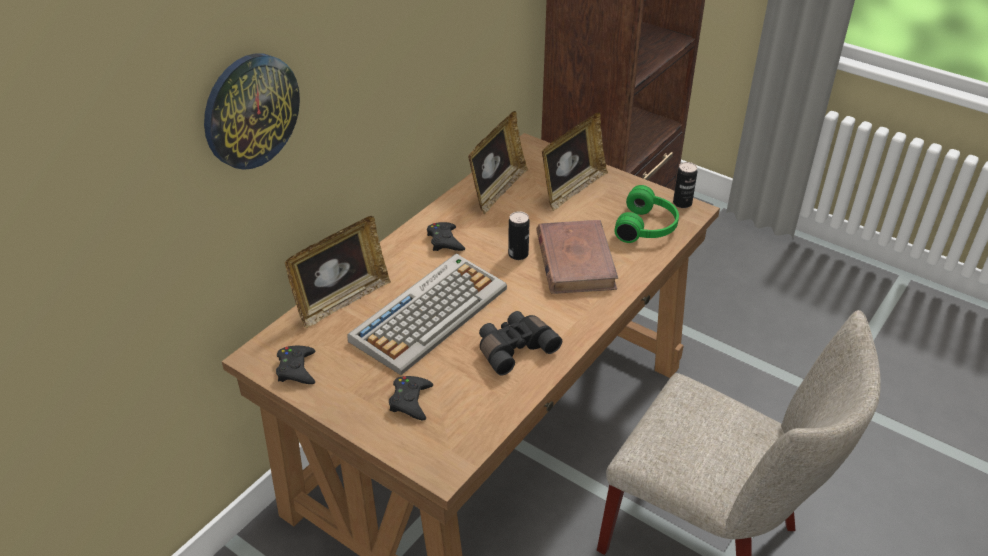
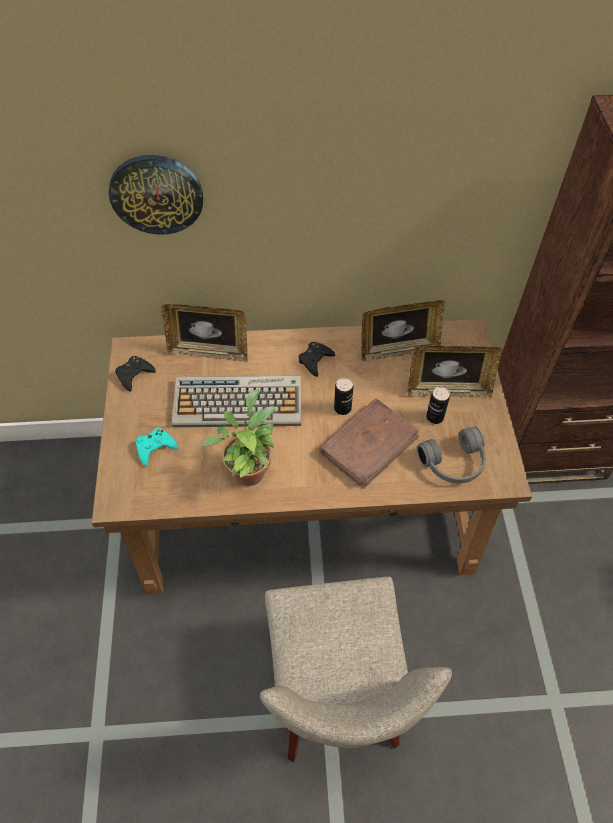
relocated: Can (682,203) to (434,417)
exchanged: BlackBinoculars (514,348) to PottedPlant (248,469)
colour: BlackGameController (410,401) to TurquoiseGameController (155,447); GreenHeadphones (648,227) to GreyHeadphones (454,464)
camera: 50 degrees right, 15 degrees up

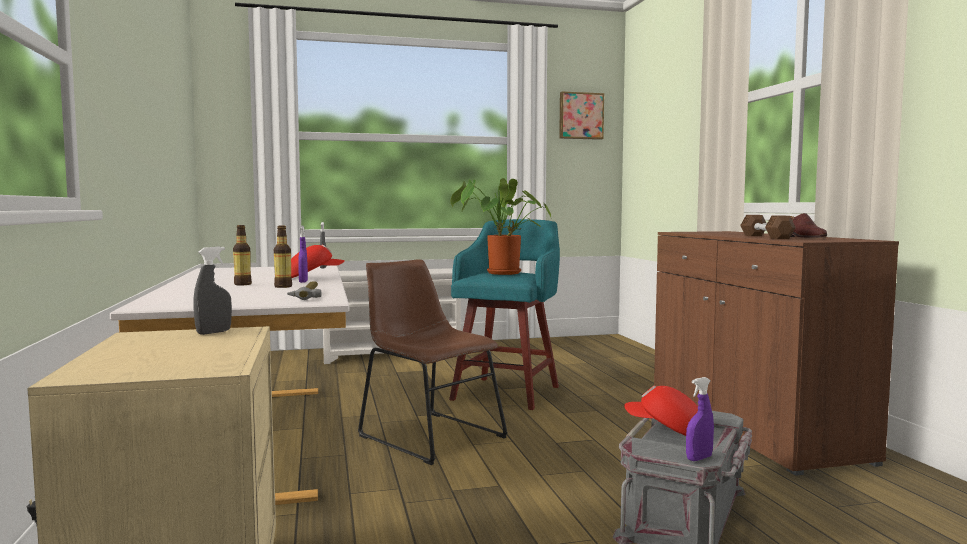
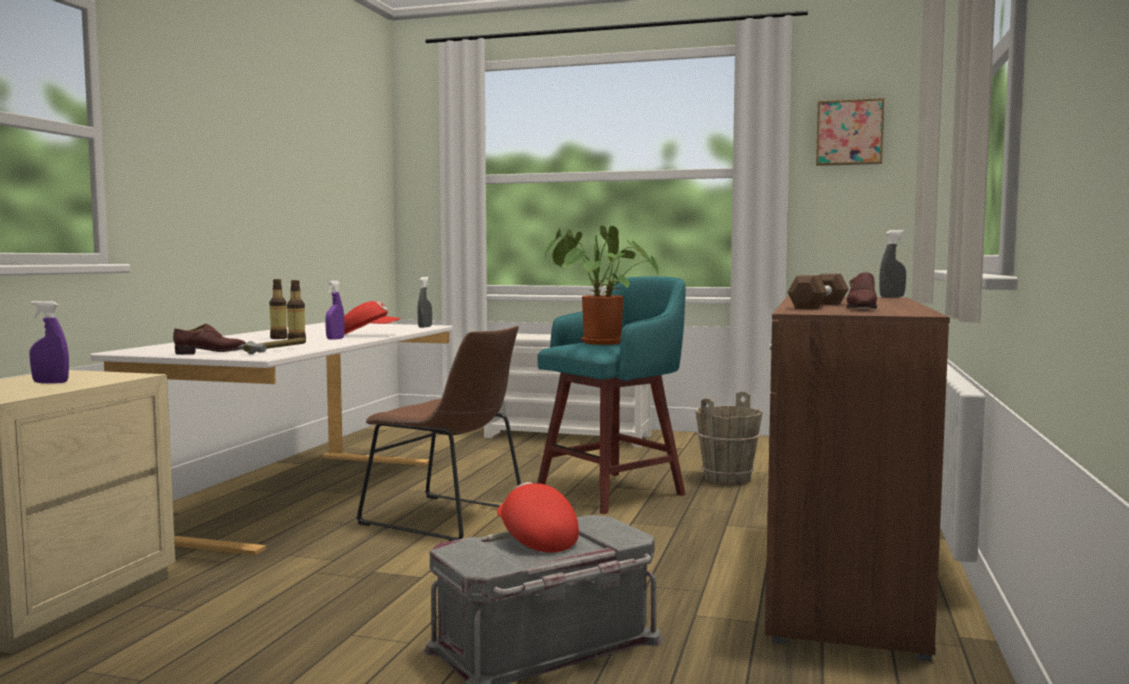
appeared: BrownShoe (211,352); BrownBucket (728,479)
relocated: GreySprayBottle (214,332) to (892,297); PurpleSprayBottle (699,458) to (50,382)
spun: BrownChair (428,435) = (449,519) 135 degrees clockwise
camera: 30 degrees right, 0 degrees up

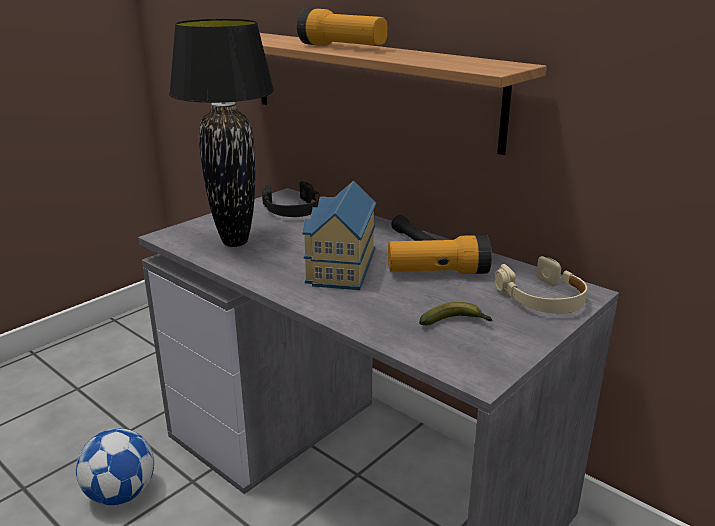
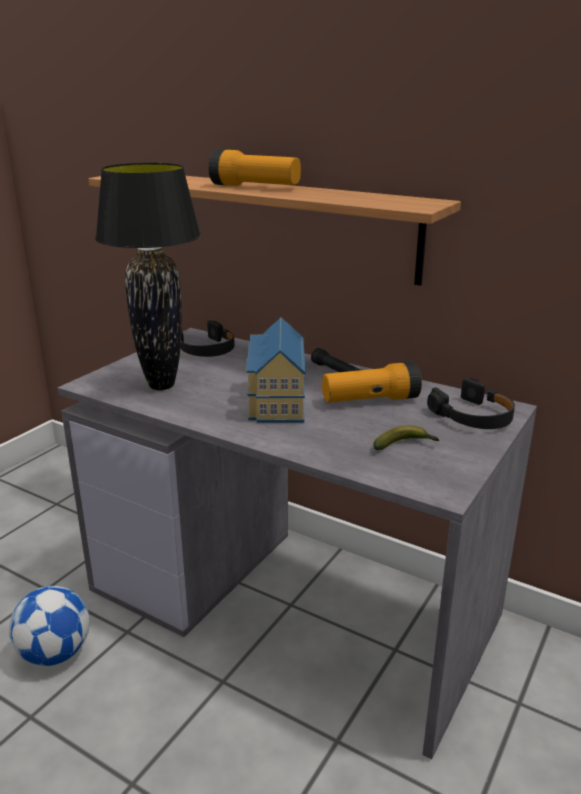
colour: BeigeHeadphones (543,298) to BlackHeadphones (473,416)
camera: 10 degrees left, 0 degrees up

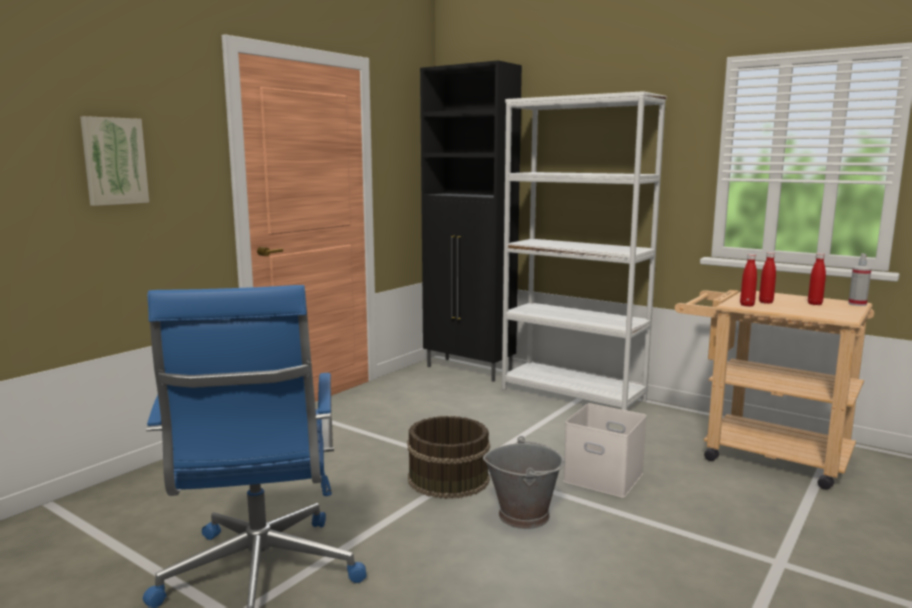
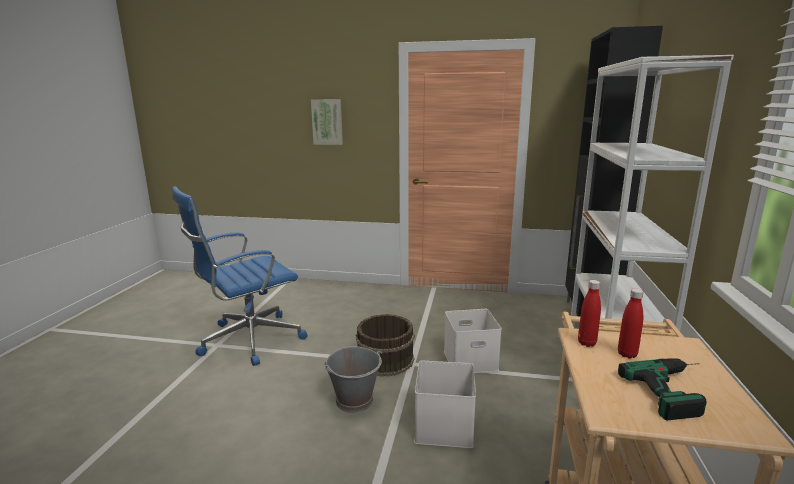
missing: SprayBottle (857,304)
appeared: WhiteStorageBox (469,361)
exchanged: RedBottle (814,304) to PowerDrill (678,391)
camera: 65 degrees right, 5 degrees up

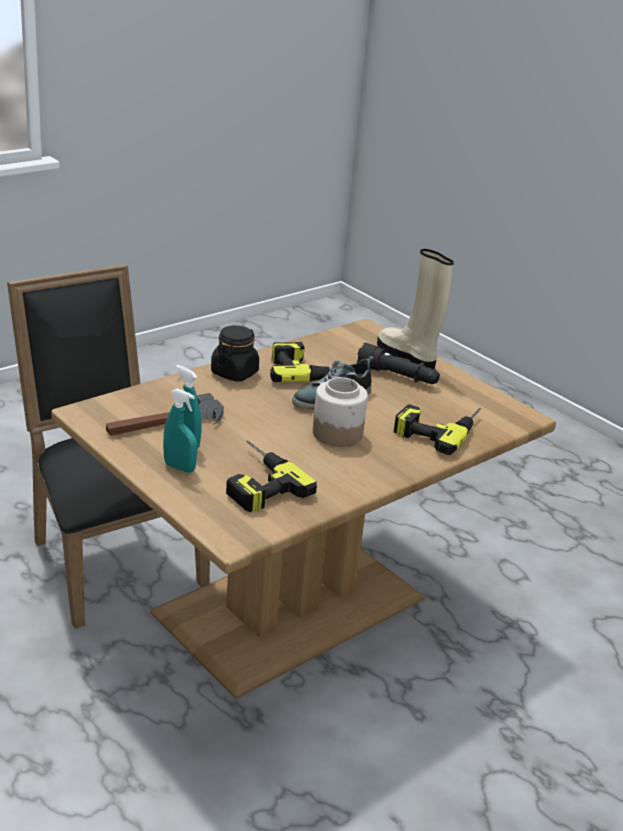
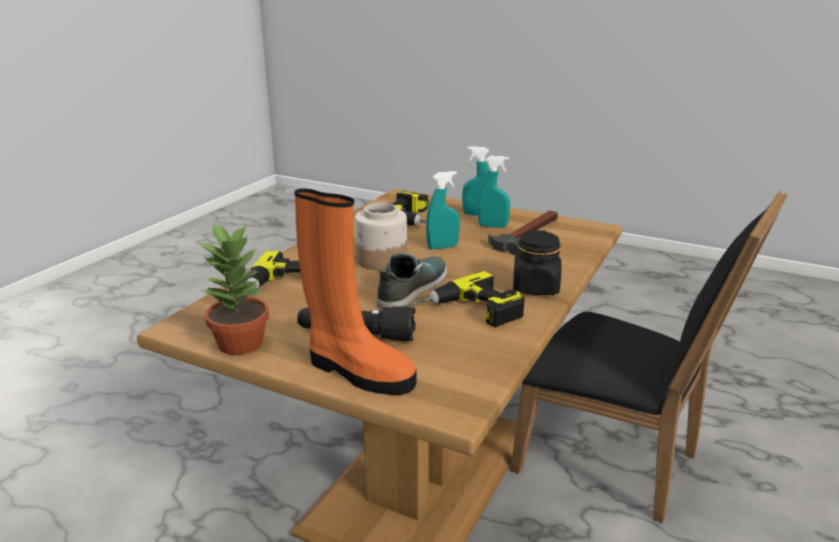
appeared: PottedPlant (241,343); TurquoiseSprayBottle (442,247)
colour: BeigeBoot (408,356) to OrangeBoot (357,372)
camera: 160 degrees right, 5 degrees down

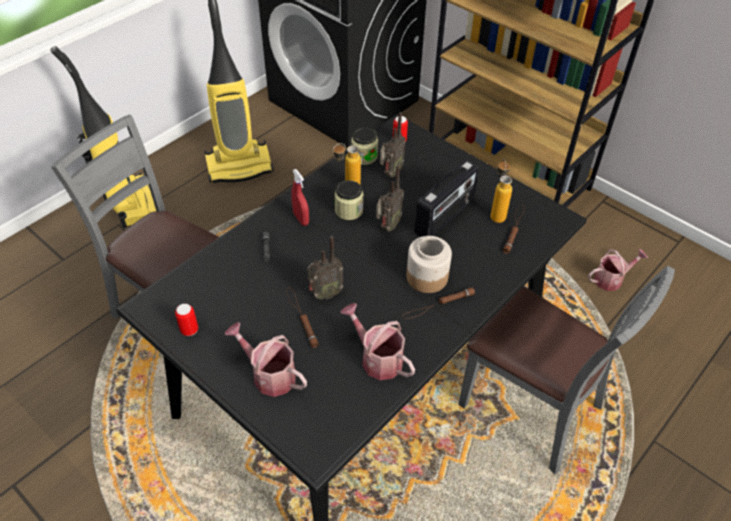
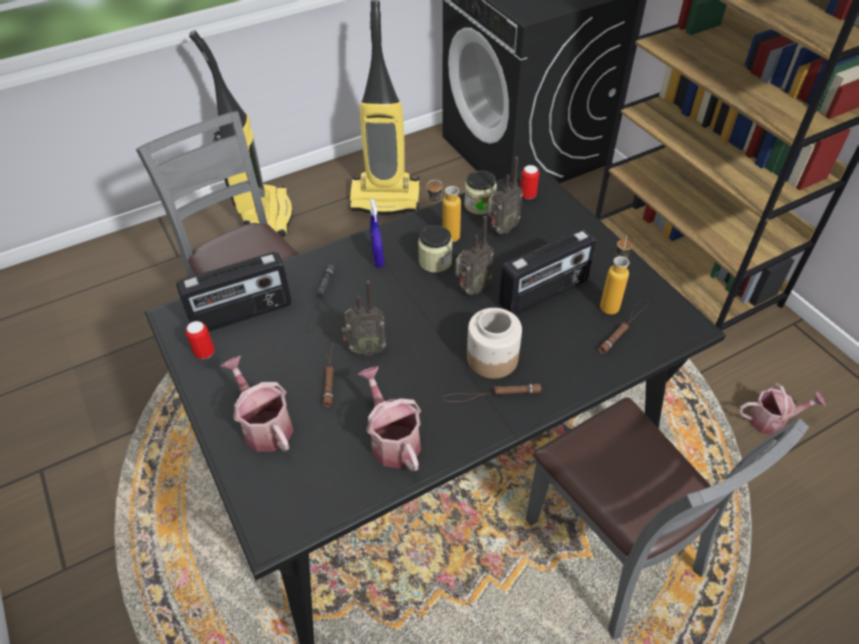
appeared: Radio (242,314)
colour: RedSprayBottle (301,219) to BlueSprayBottle (378,259)
camera: 20 degrees right, 0 degrees up

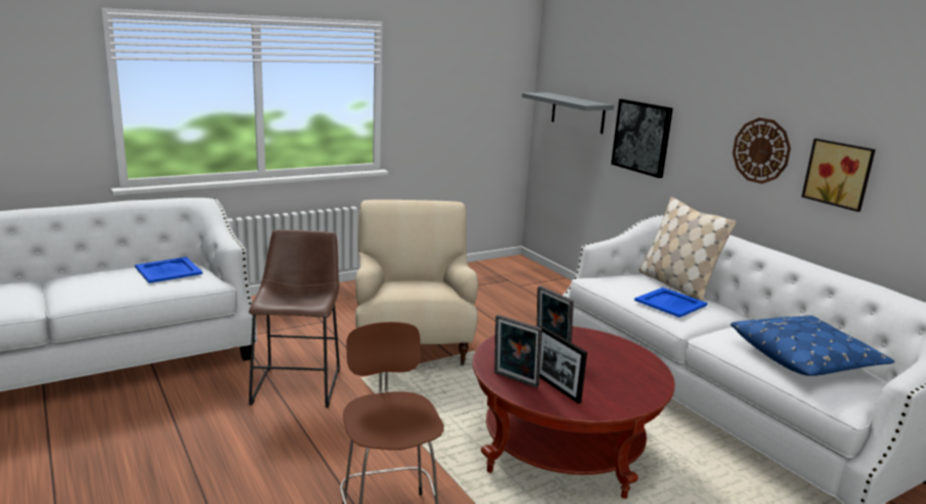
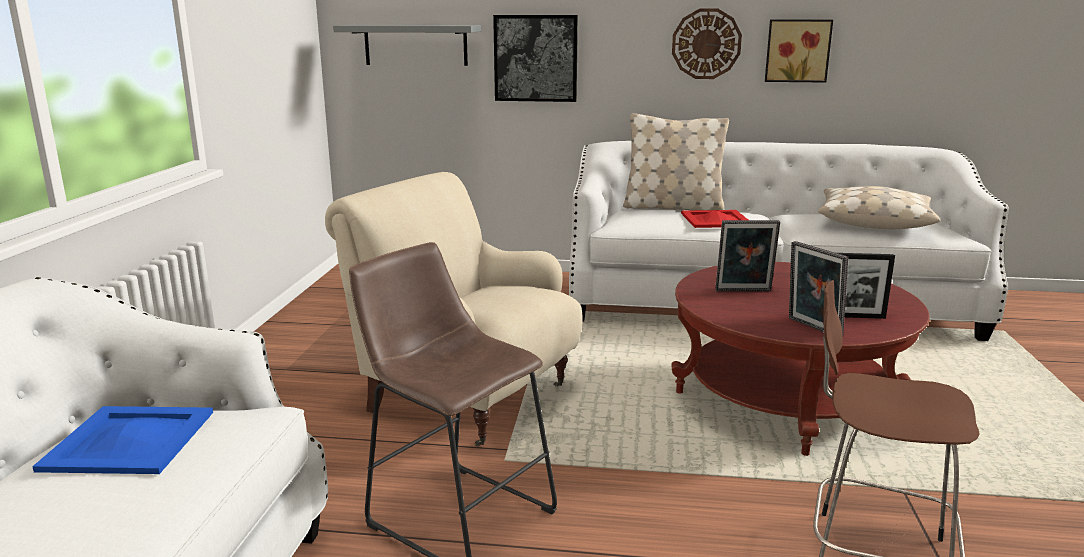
colour: BlueTray (669,302) to RedTray (715,220); BluePillow (805,358) to BeigePillow (873,221)
spun: PictureFrame (514,380) = (812,328) 75 degrees clockwise
camera: 50 degrees left, 0 degrees up

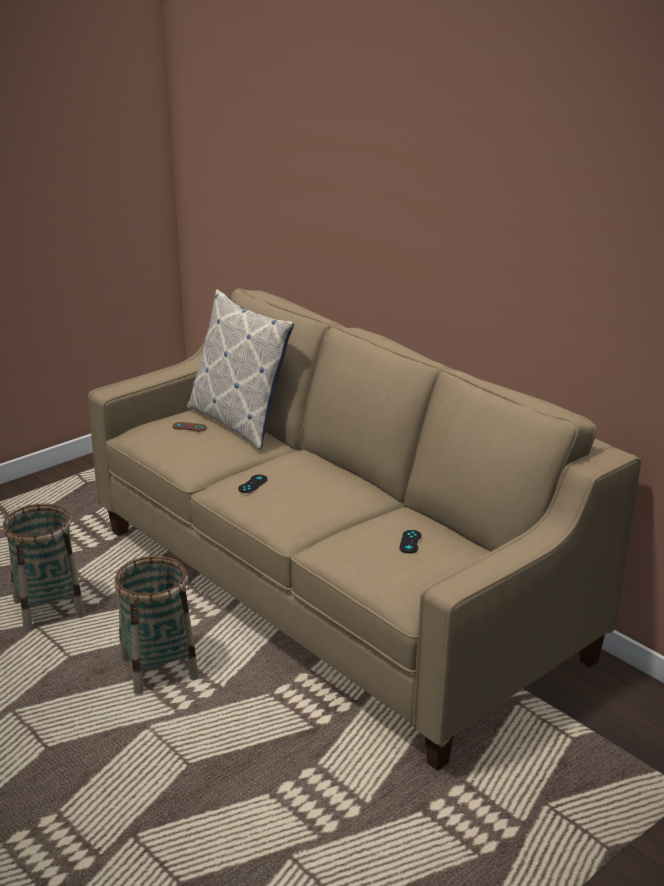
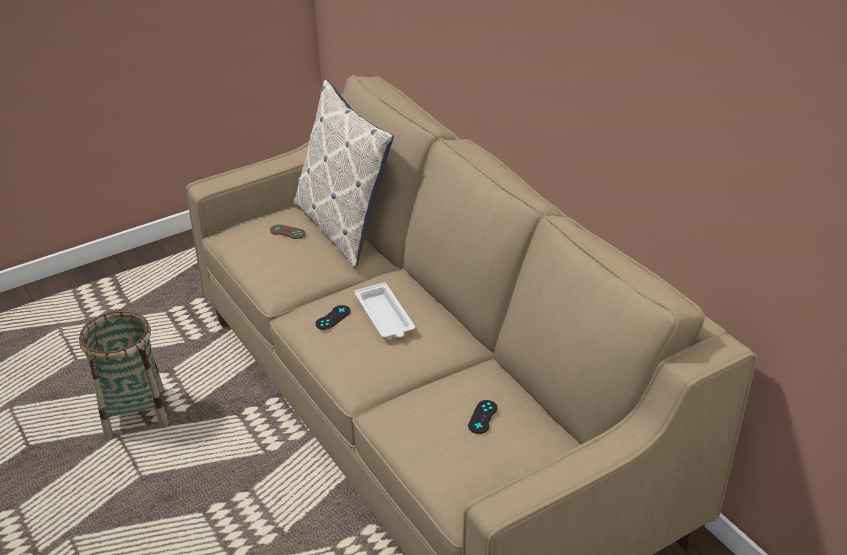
missing: Basket (159,669)
appeared: WhiteTray (385,316)
camera: 10 degrees right, 10 degrees up

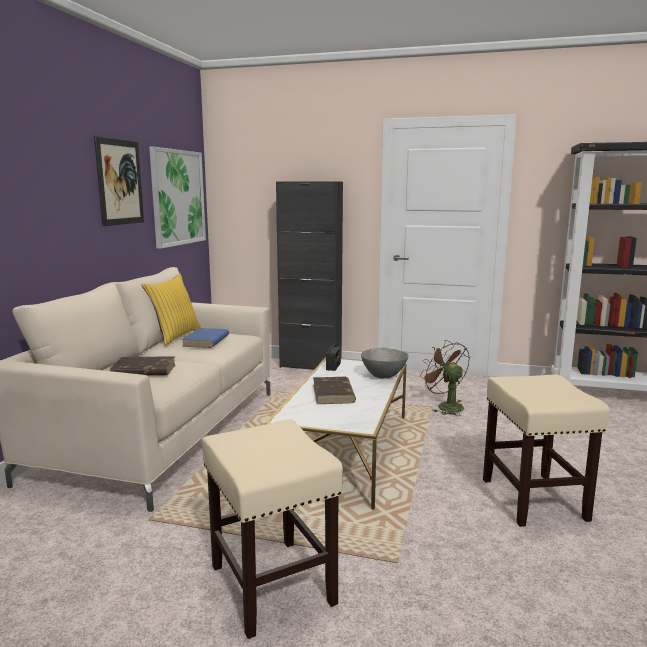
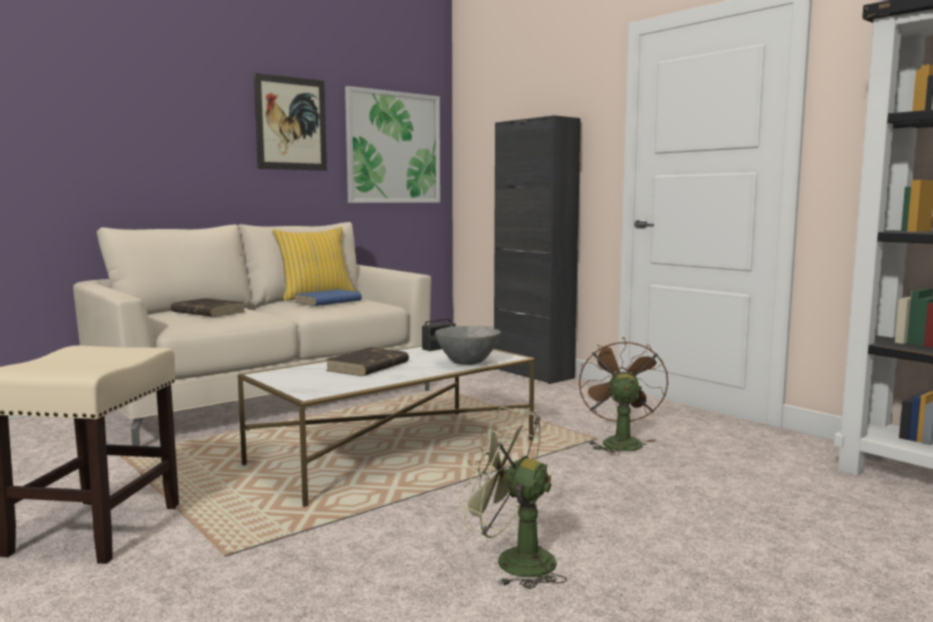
exchanged: BeigeStool (534,500) to GreenFan (512,561)
camera: 35 degrees right, 5 degrees down

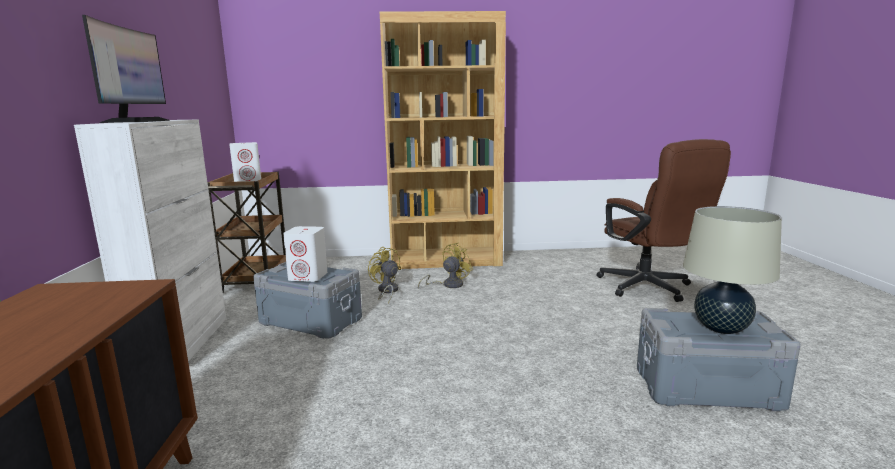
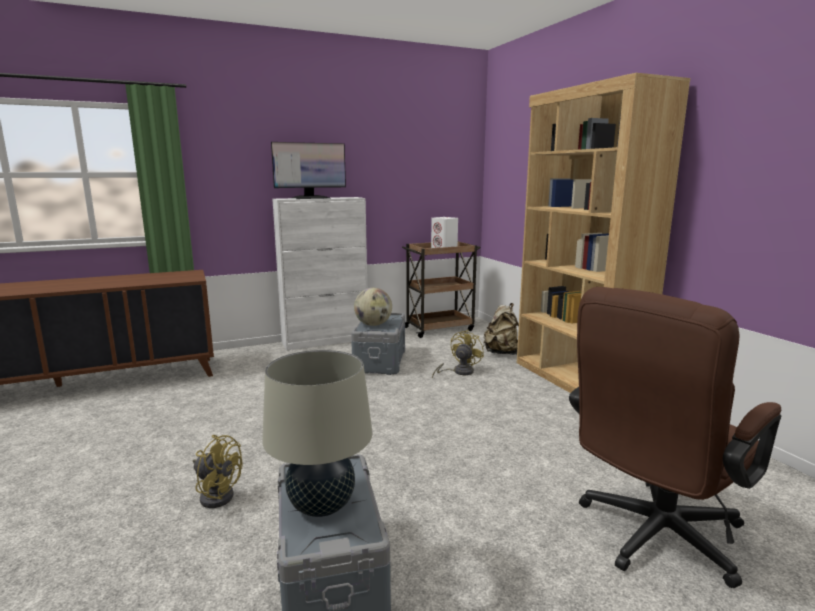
appeared: BeigeBackpack (502,353)
relocated: YellowFan (448,285) to (217,494)
exchanged: WhiteSpeaker (308,276) to Globe (373,325)
camera: 70 degrees right, 0 degrees up

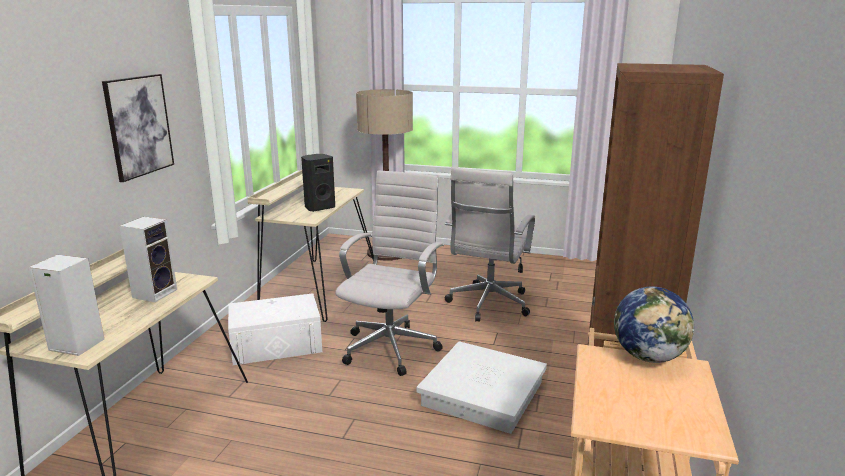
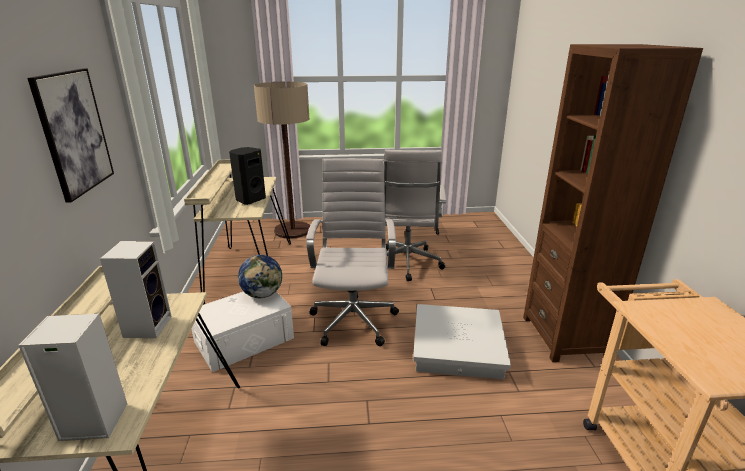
relocated: Globe (649,357) to (263,294)
camera: 20 degrees left, 5 degrees up

